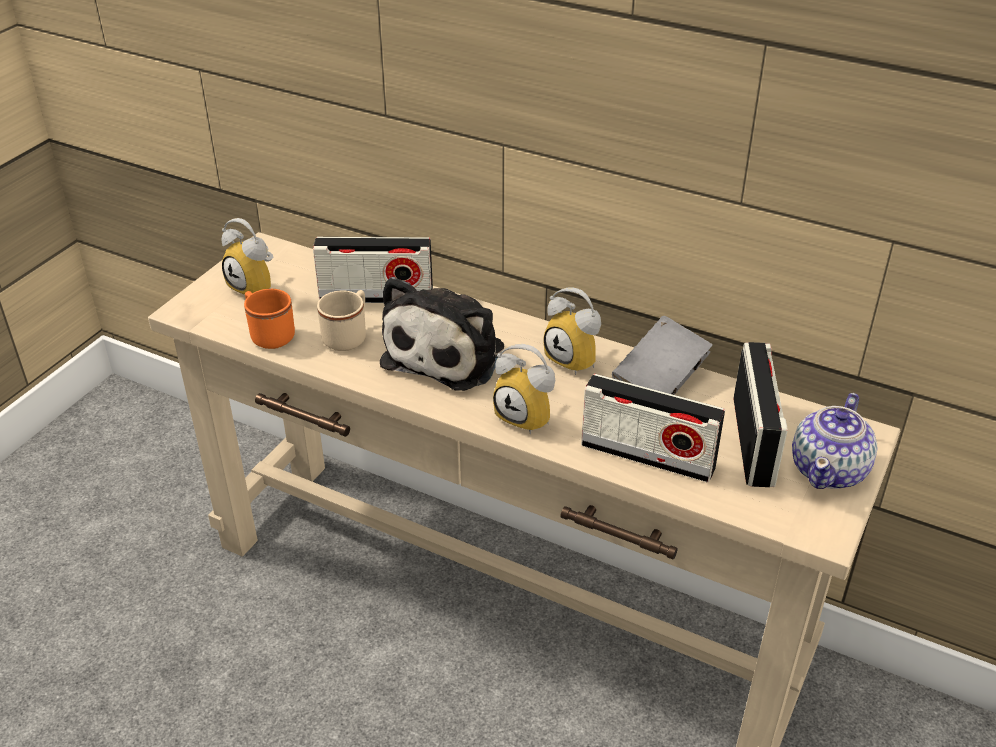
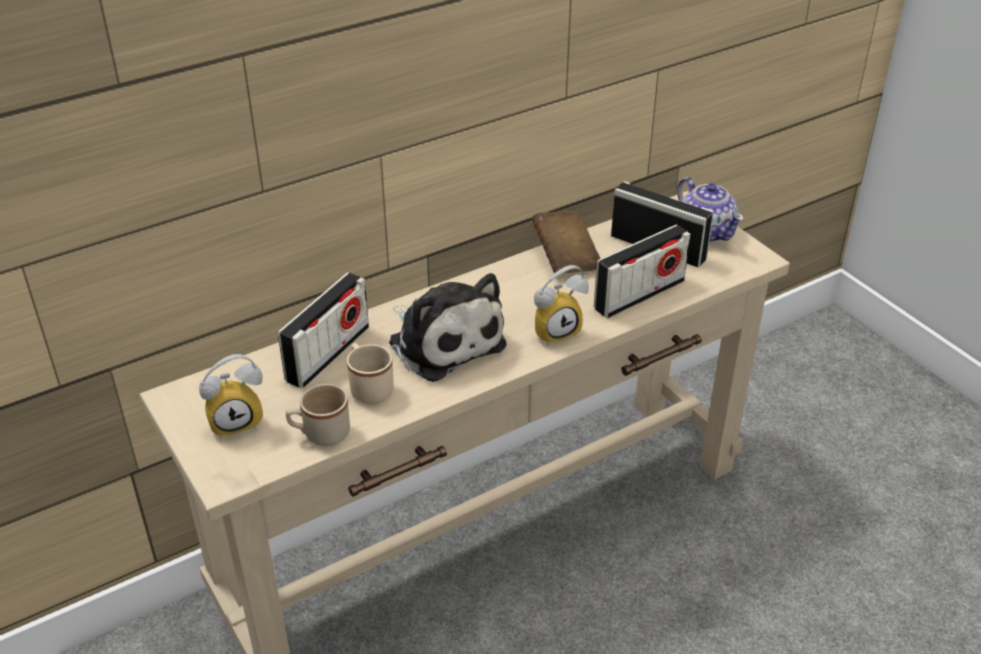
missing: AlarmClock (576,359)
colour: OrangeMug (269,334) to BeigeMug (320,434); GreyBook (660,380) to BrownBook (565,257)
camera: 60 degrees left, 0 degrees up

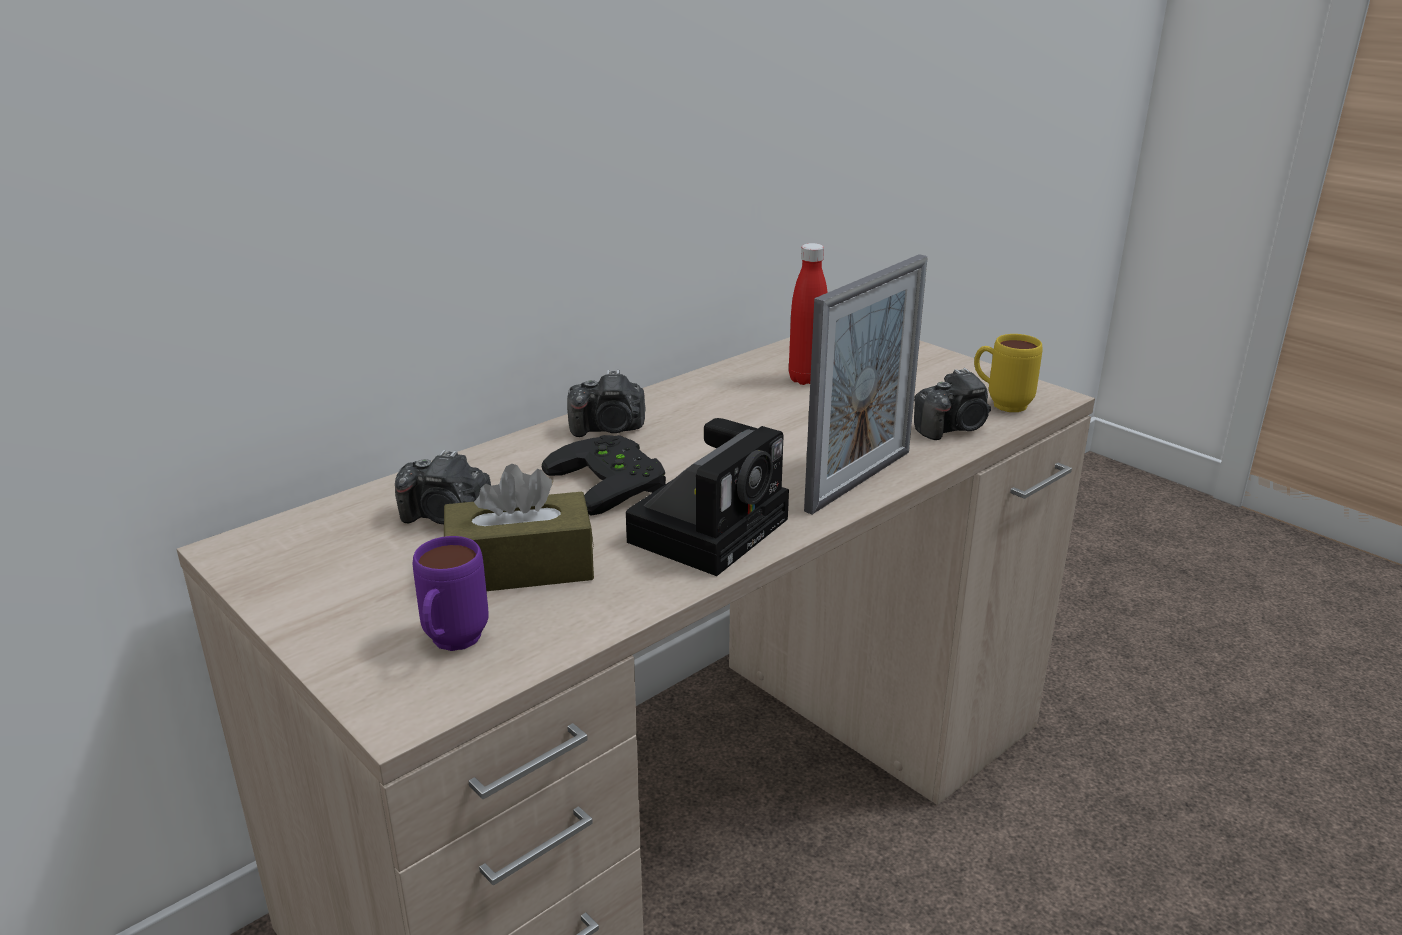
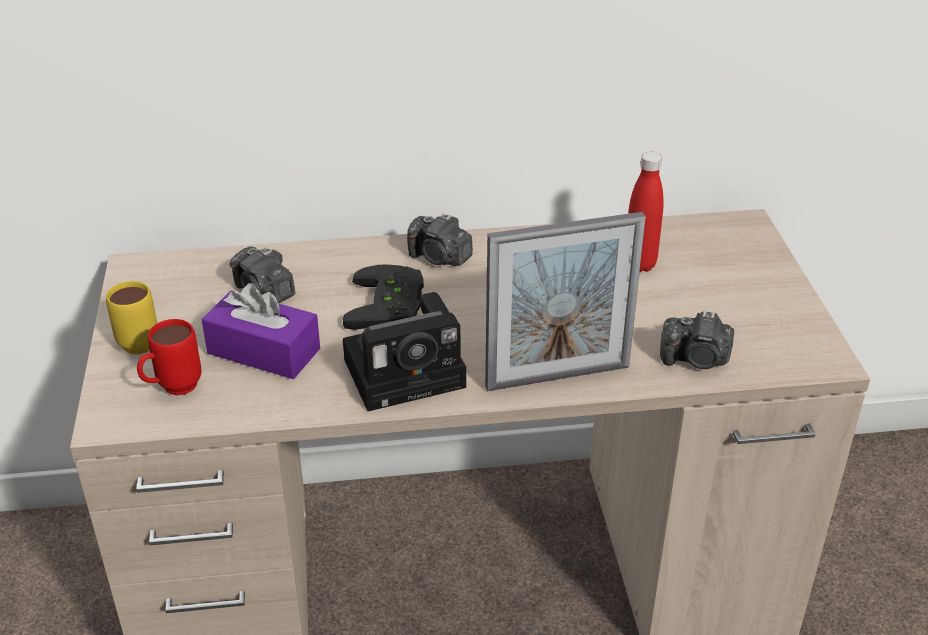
relocated: YellowMug (1000,404) to (138,340)
colour: PurpleMug (451,646) to RedMug (172,389); BrownTissueBox (520,568) to PurpleTissueBox (264,351)
camera: 35 degrees right, 10 degrees up

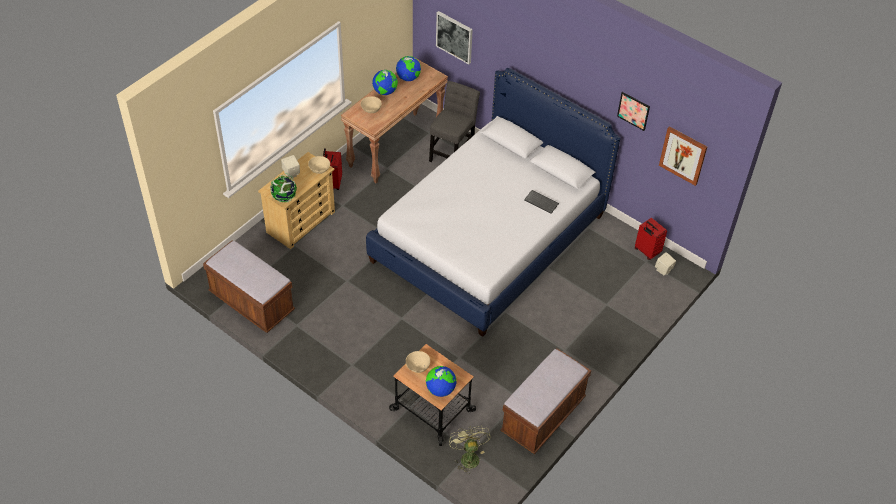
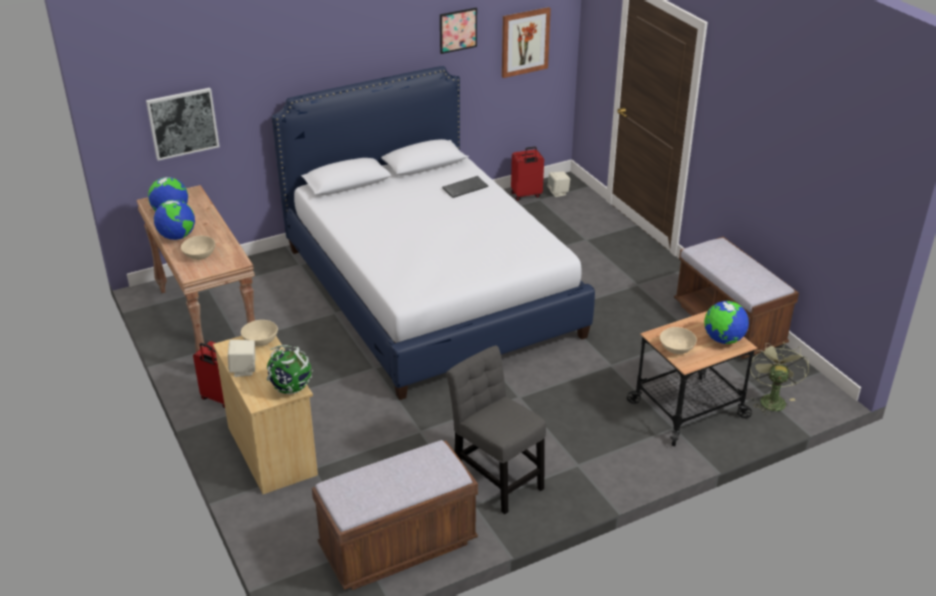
relocated: GreyChair (452,151) to (495,477)
spun: GreenFan (468,456) = (771,399) 90 degrees clockwise
camera: 65 degrees left, 15 degrees down

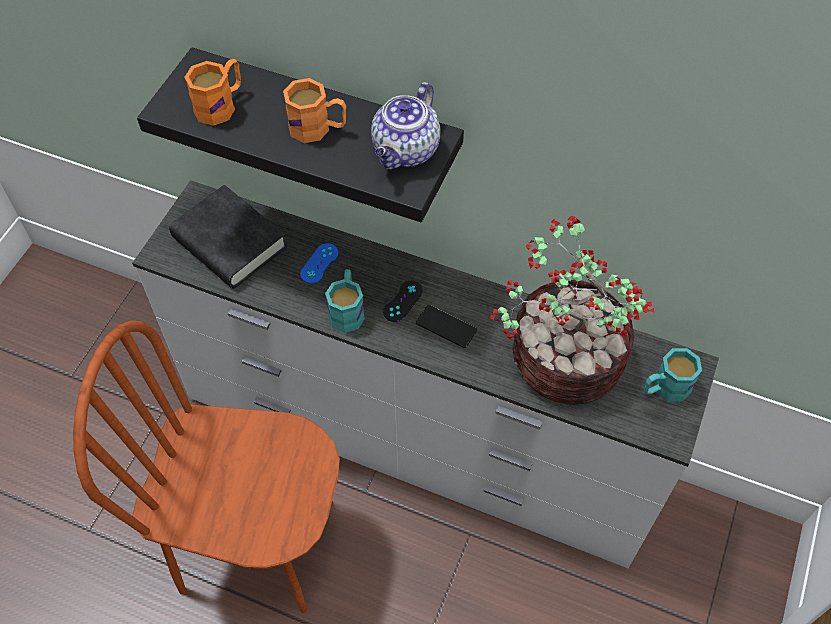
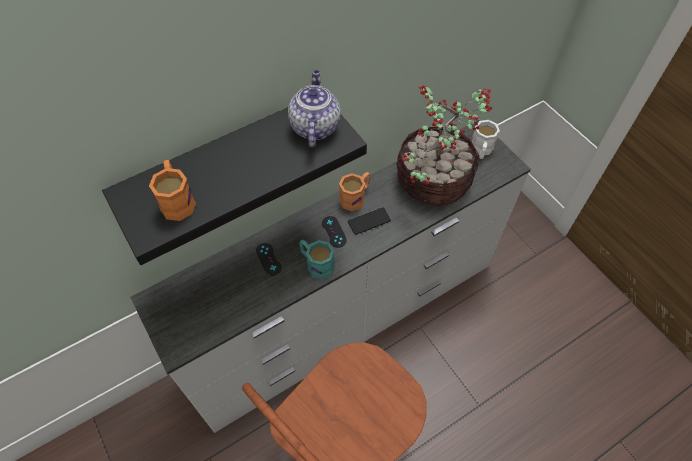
missing: BlackBook (229,243)
relocated: OrangeMug (318,128) to (355,197)
colour: BlueGameController (319,263) to BlackGameController (268,259); TurquoiseMug (665,388) to WhiteMug (481,150)
spun: Teapot (405,152) = (314,126) 150 degrees counterclockwise
camera: 55 degrees left, 0 degrees up

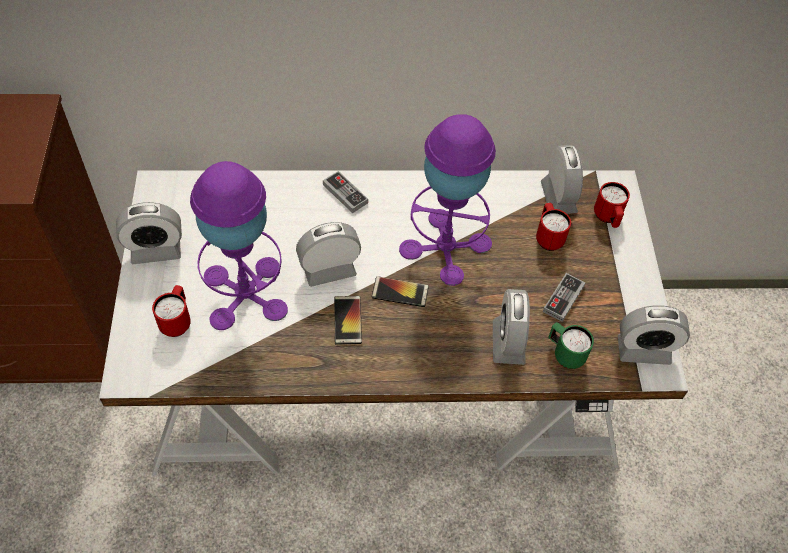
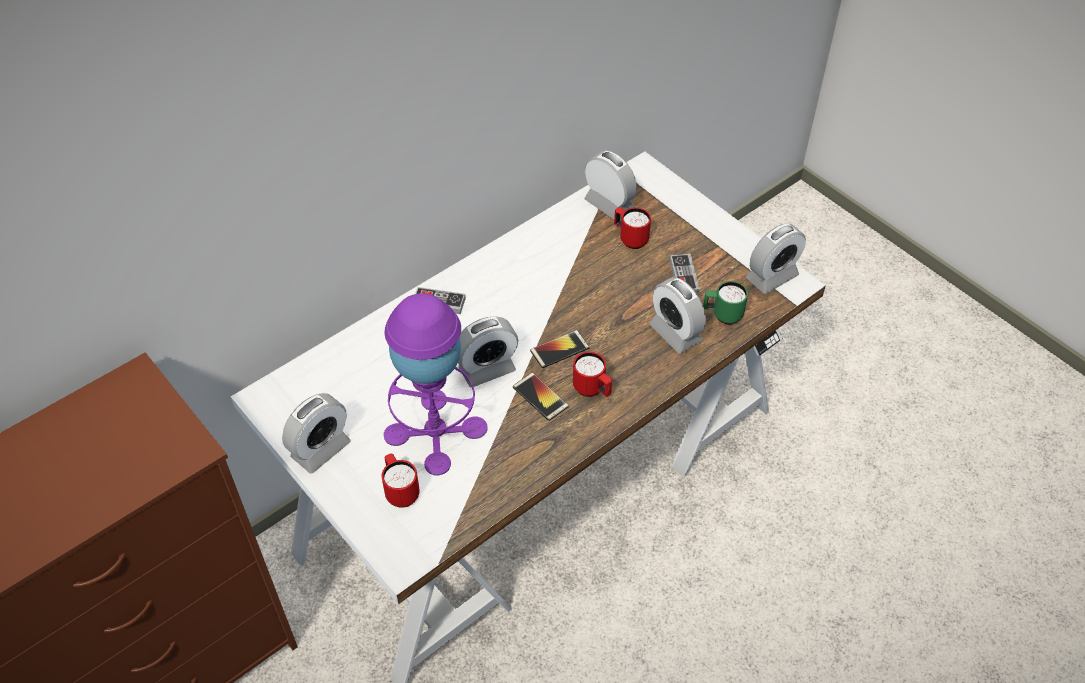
missing: PurpleTableLamp (445,246)
relocated: RedMug (608,218) to (592,390)
spun: AlarmClock (329,270) = (487,369) 150 degrees counterclockwise
camera: 35 degrees left, 5 degrees down

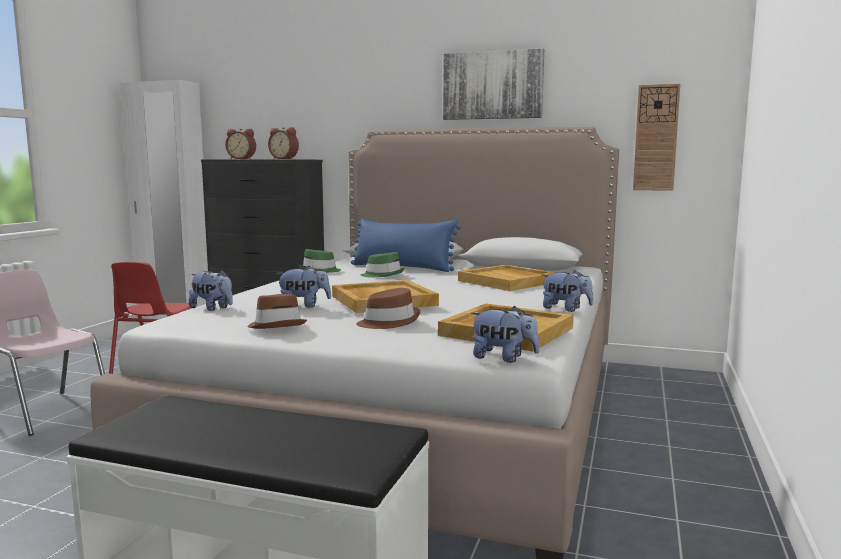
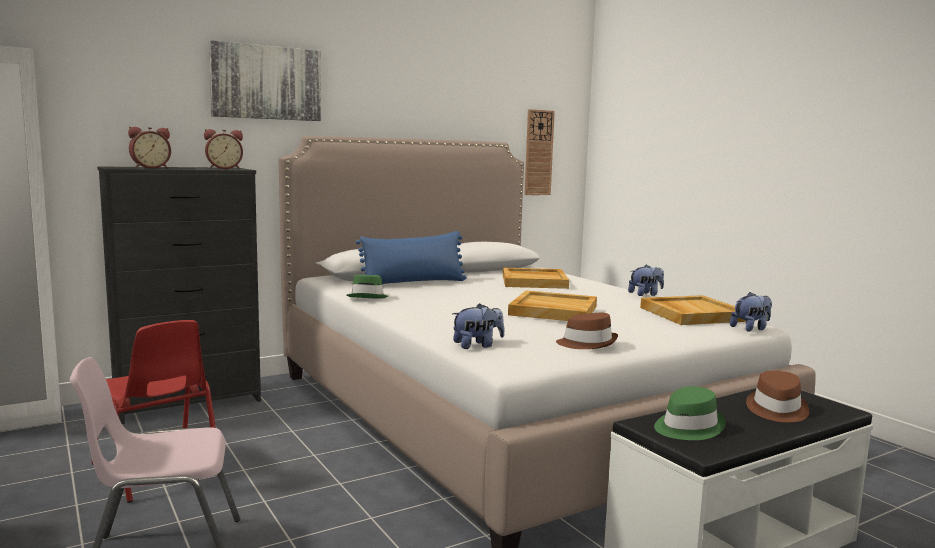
missing: PlushToy (304,305)
relocated: BrownHat (388,322) to (776,409); GreenHat (383,275) to (687,427); Picture (493,85) to (266,83)
camera: 50 degrees left, 0 degrees up

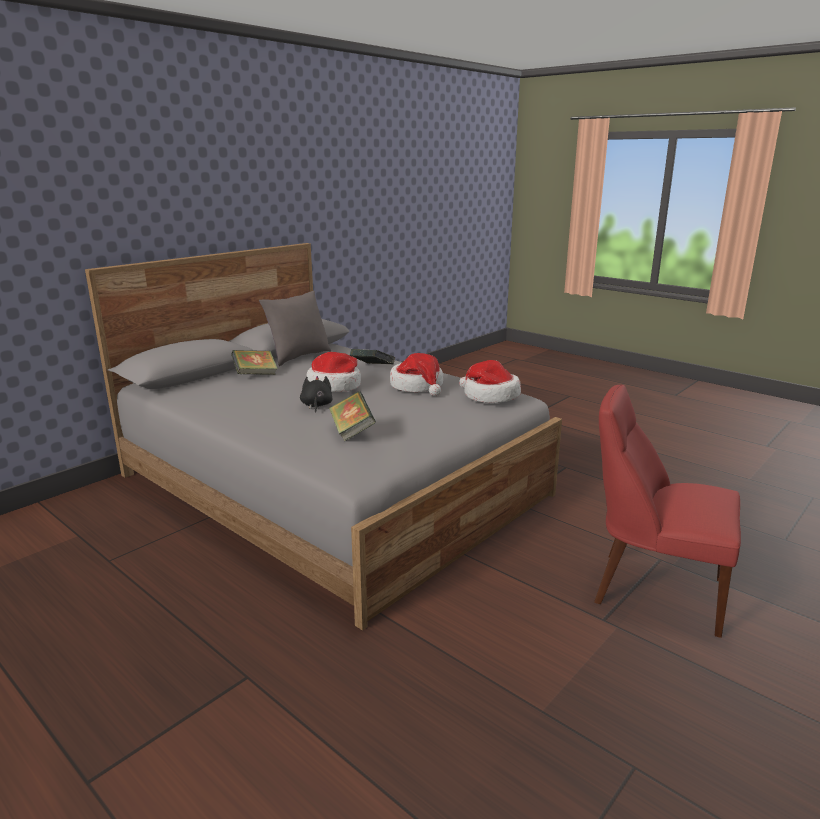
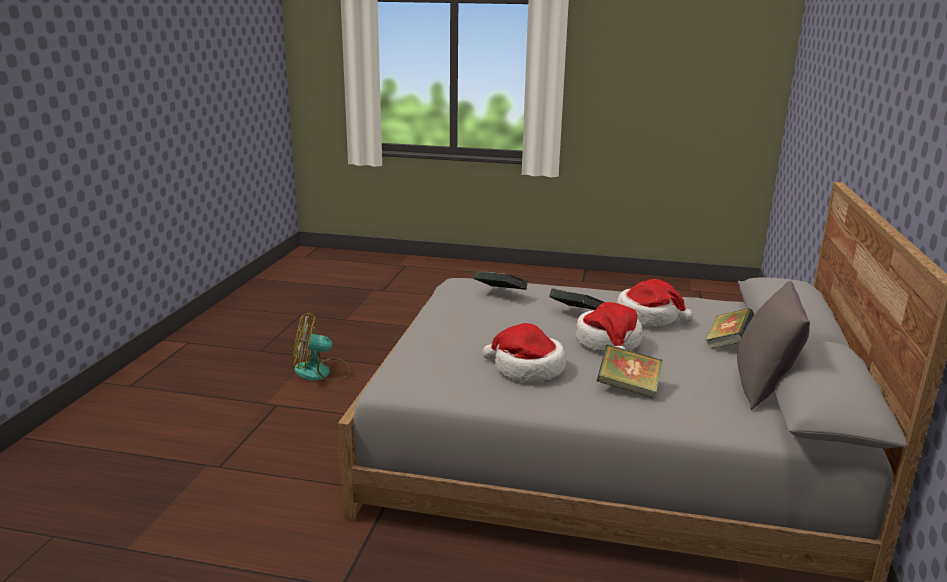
missing: RedChair (652,589)
appeared: Fan (321,372)
relocated: Hat (490,396) to (648,317)
exchanged: BlackPlushToy (316,405) to Book (576,314)
camera: 150 degrees right, 0 degrees up

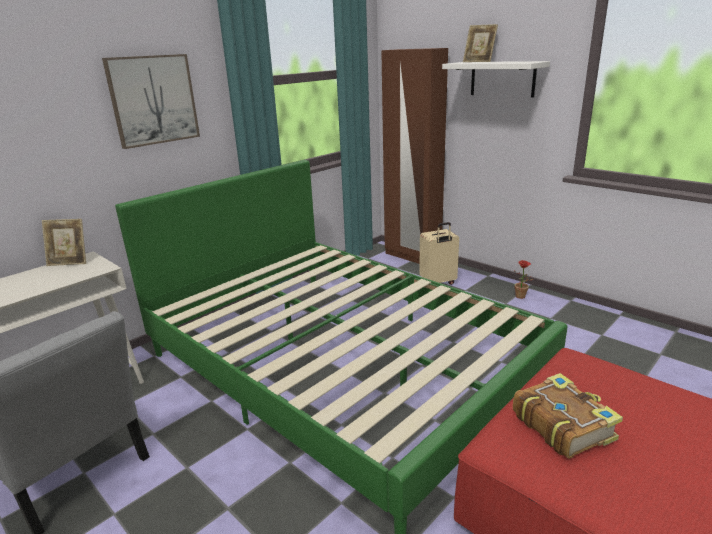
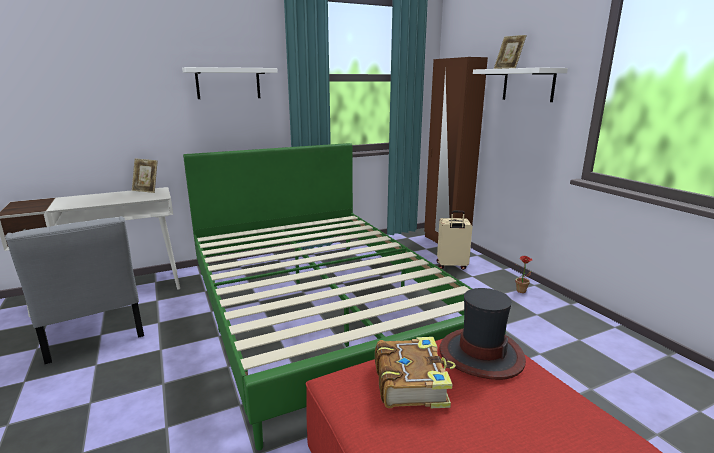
appeared: Hat (480,354)
exchanged: Picture (153,100) to WhiteShelf (228,83)
camera: 20 degrees right, 5 degrees down

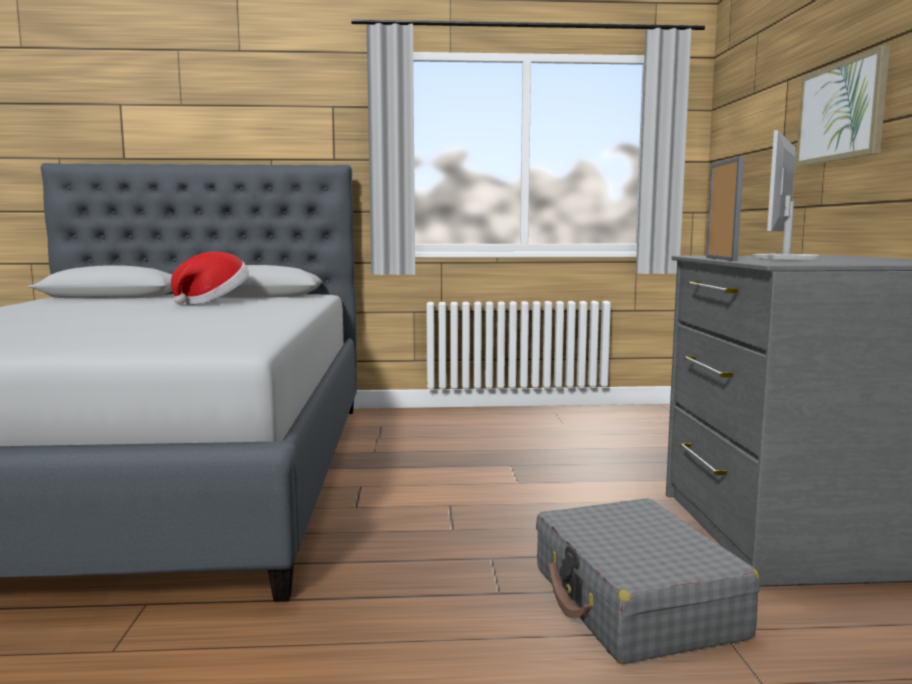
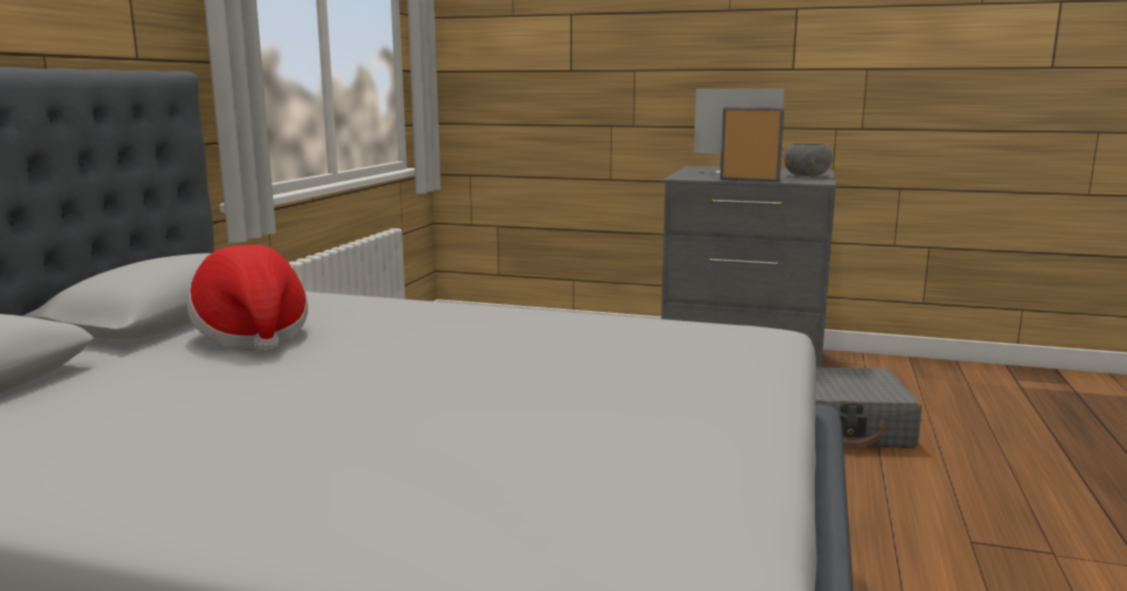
missing: Picture (841,112)
appeared: GreyBowl (807,176)
camera: 70 degrees left, 5 degrees up

